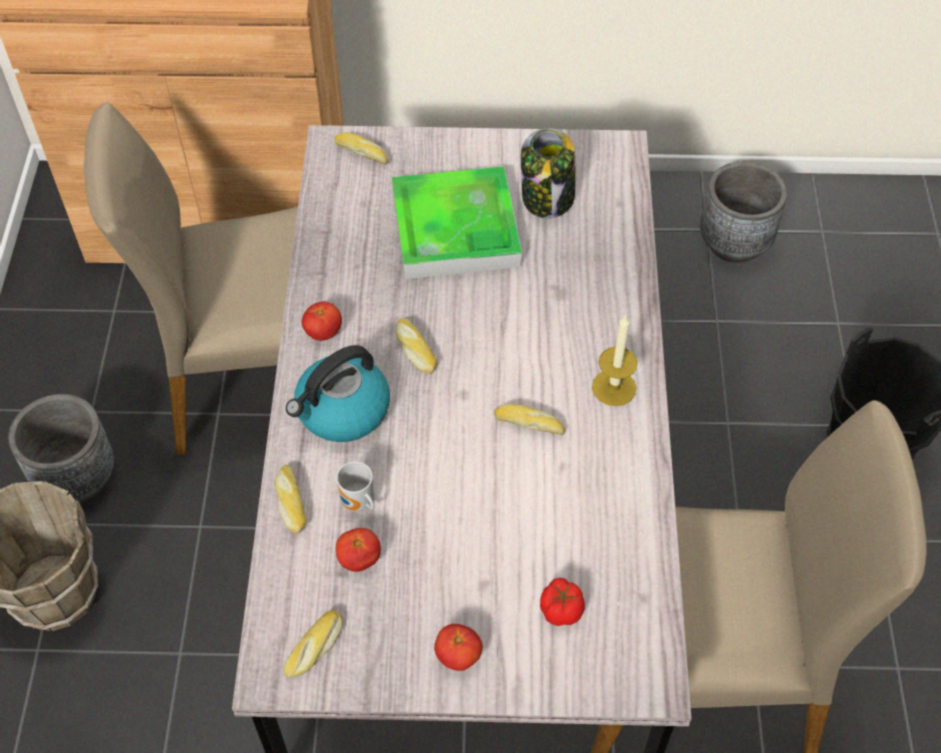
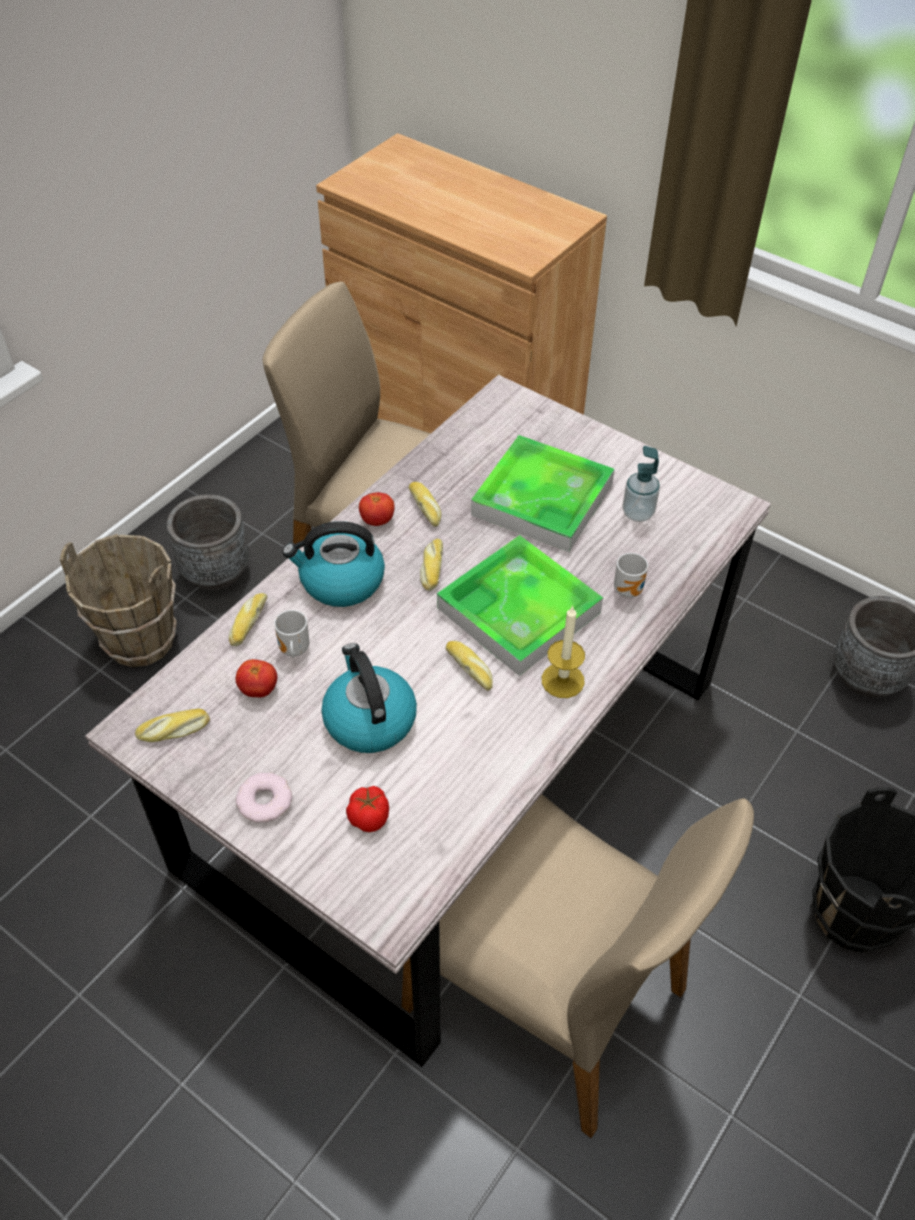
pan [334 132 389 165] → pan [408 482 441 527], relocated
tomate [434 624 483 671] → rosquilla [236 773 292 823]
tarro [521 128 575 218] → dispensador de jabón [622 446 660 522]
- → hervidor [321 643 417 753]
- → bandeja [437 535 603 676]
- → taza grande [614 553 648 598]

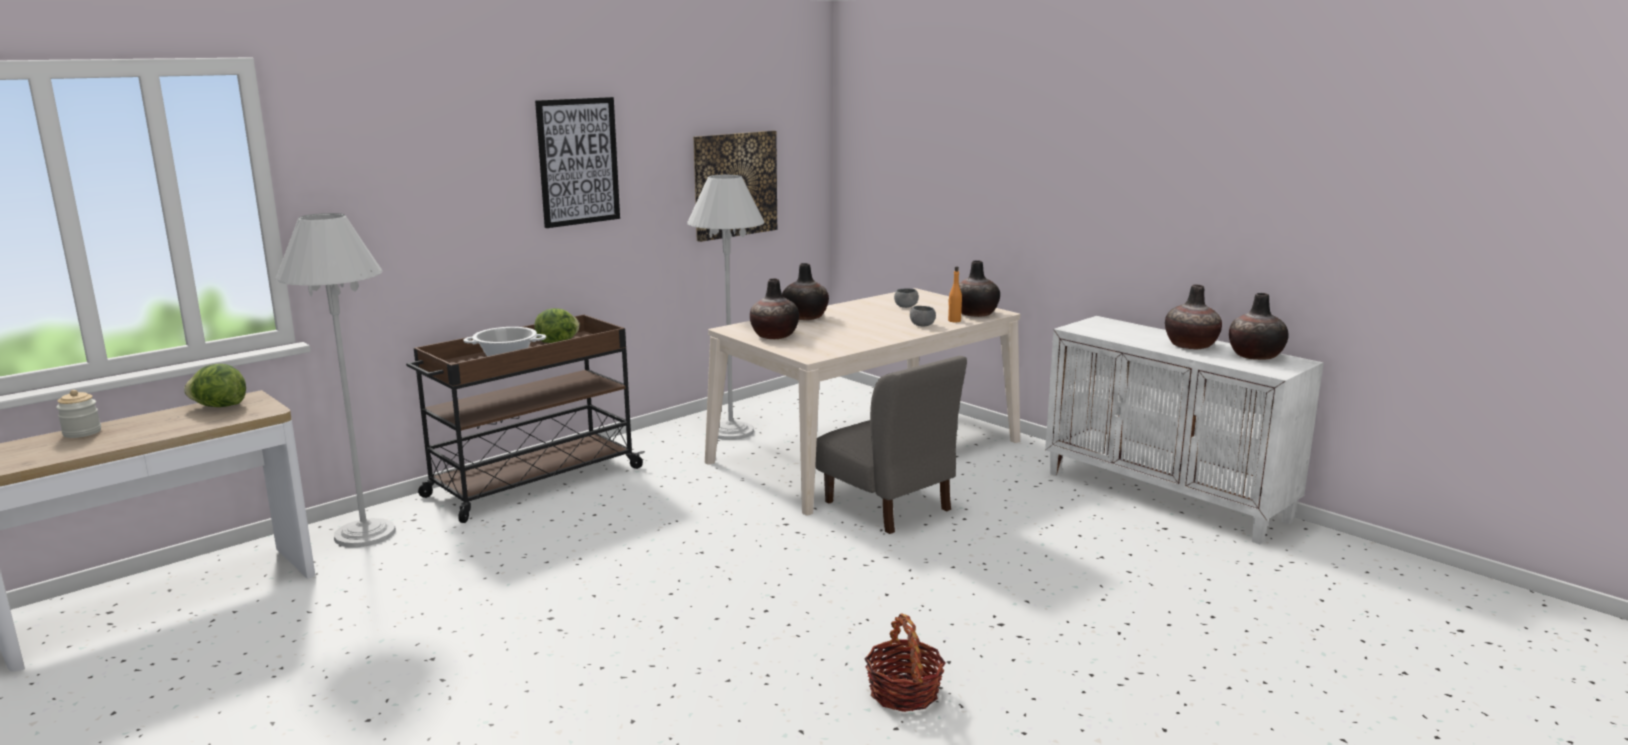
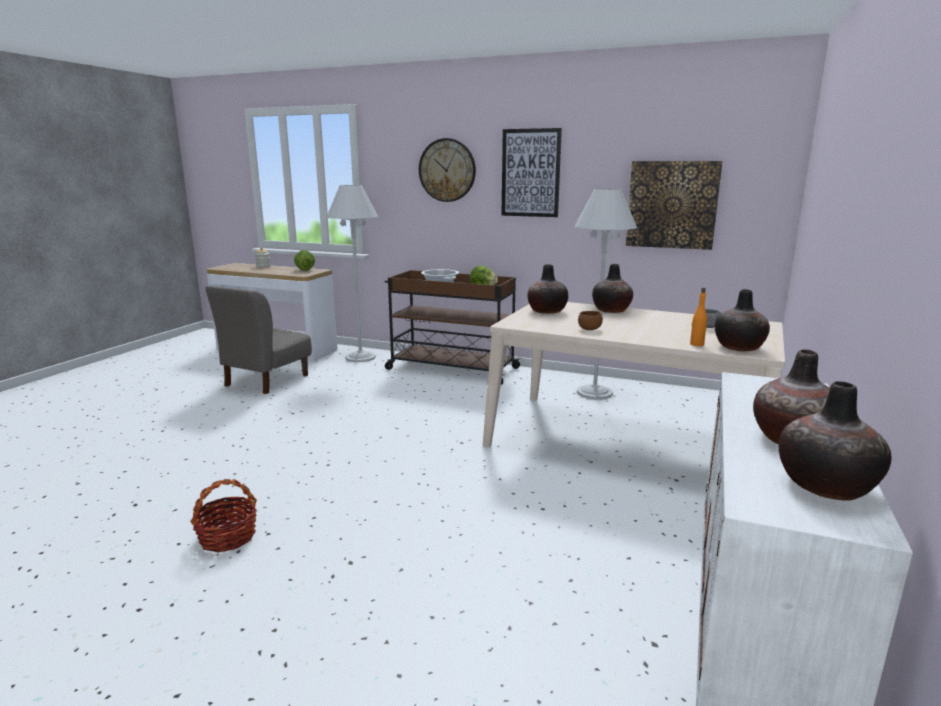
silla [gris] [815 356 967 534] → silla [gris] [205 286 312 394], relocated
cuenco [gris] [910 306 936 326] → -
- → reloj de pared [419 138 476 202]
- → cuenco [marrón] [578 311 603 330]

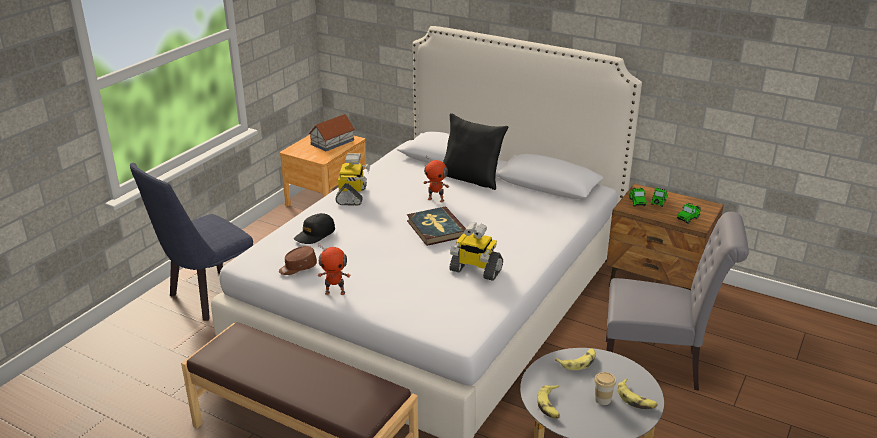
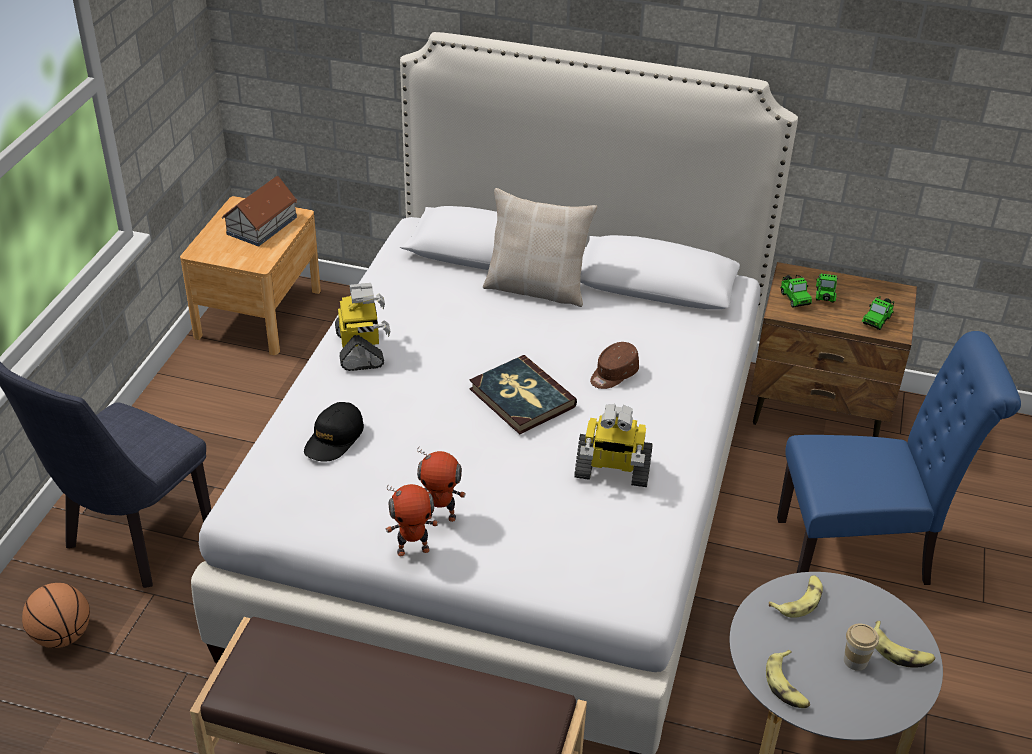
gorra [marrón] [279 246 317 275] → gorra [marrón] [590 342 639 389], relocated
robot de juguete [423 155 449 202] → robot de juguete [417 447 466 522], relocated
cojín [negro] [443 113 508 190] → cojín [beis] [483 188 597 307]
silla [gris] [606 212 749 391] → silla [azul] [777 331 1021 585]
- → balón de baloncesto [22 583 90 648]

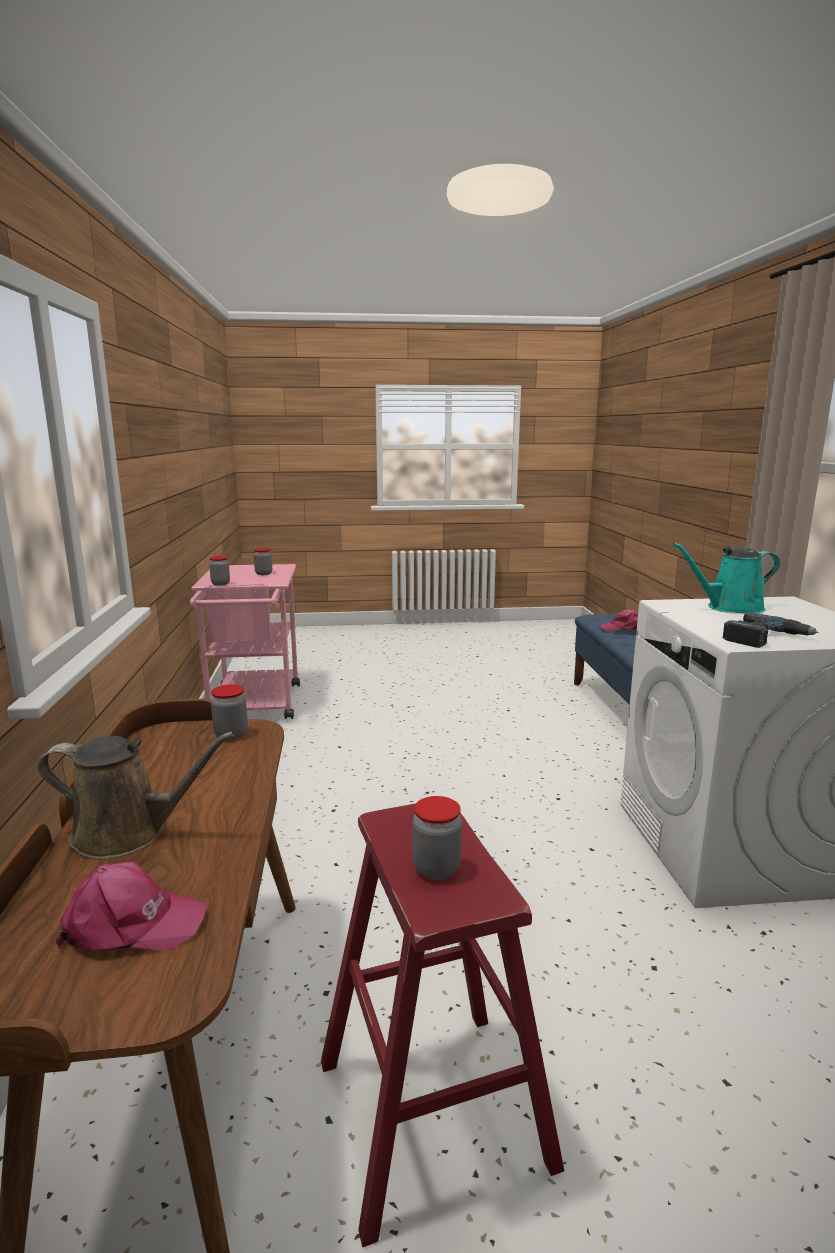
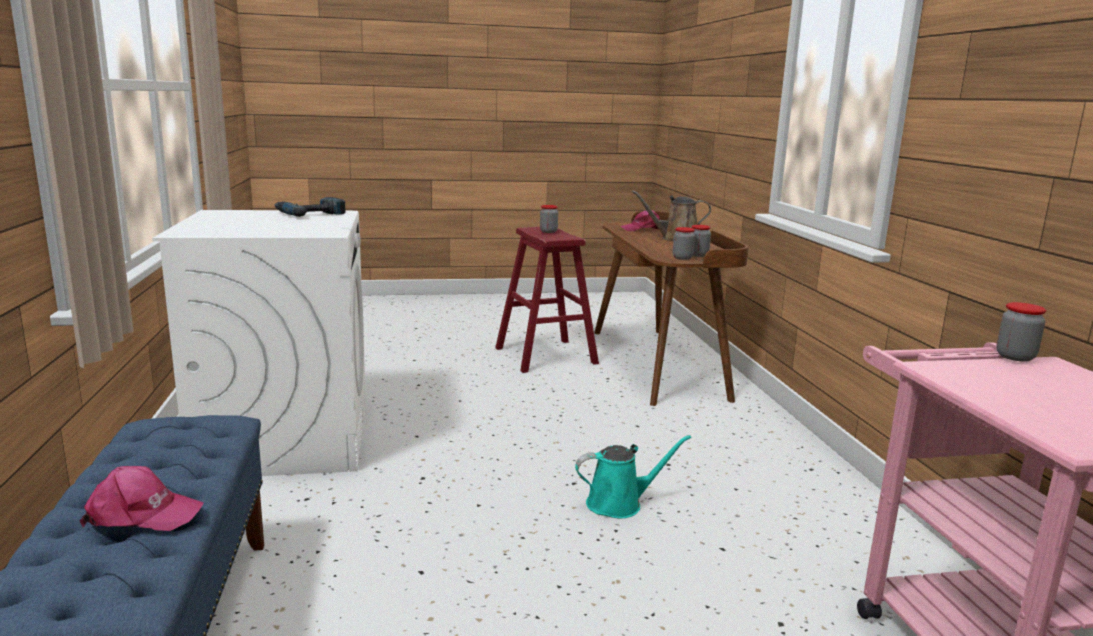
tarro [254 548 272 575] → tarro [692 225 711 257], relocated
regadera [turquesa] [673 543 780 613] → regadera [turquesa] [575 435 691 518], relocated

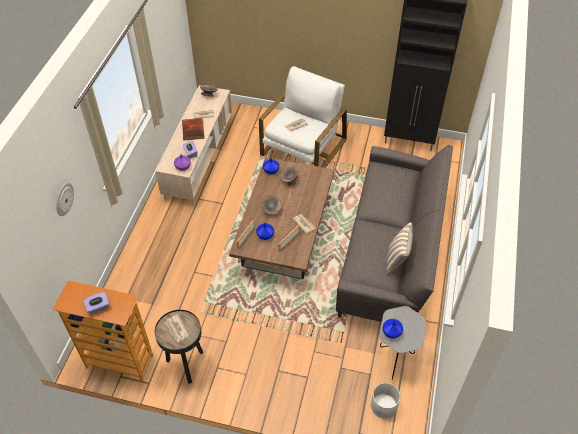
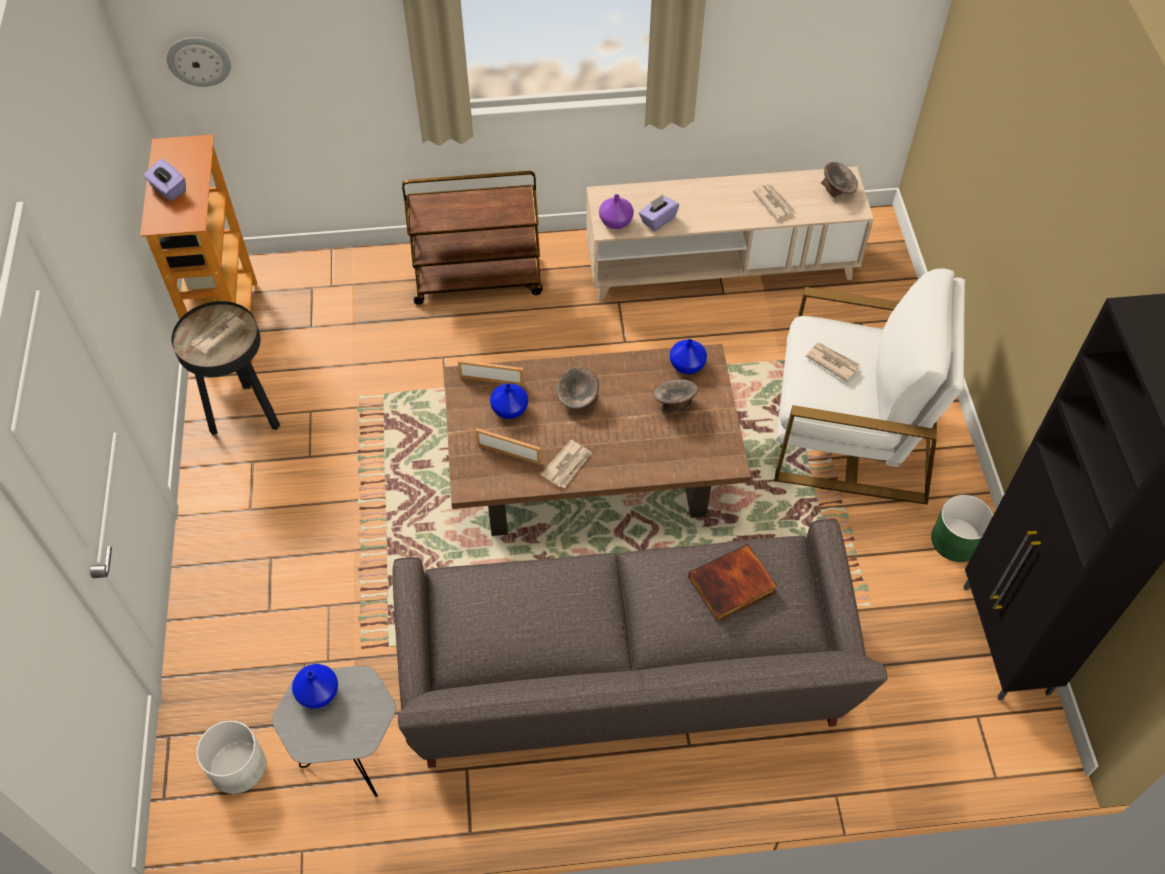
reloj de pared [56 182 74 216] → reloj de pared [167 37 231 87], relocated
libro [182 118 205 141] → libro [688 544 777 622], relocated
cojín [387 222 413 276] → -
- → carrito [marrón] [402 171 543 305]
- → maceta [verde] [931 495 993 562]

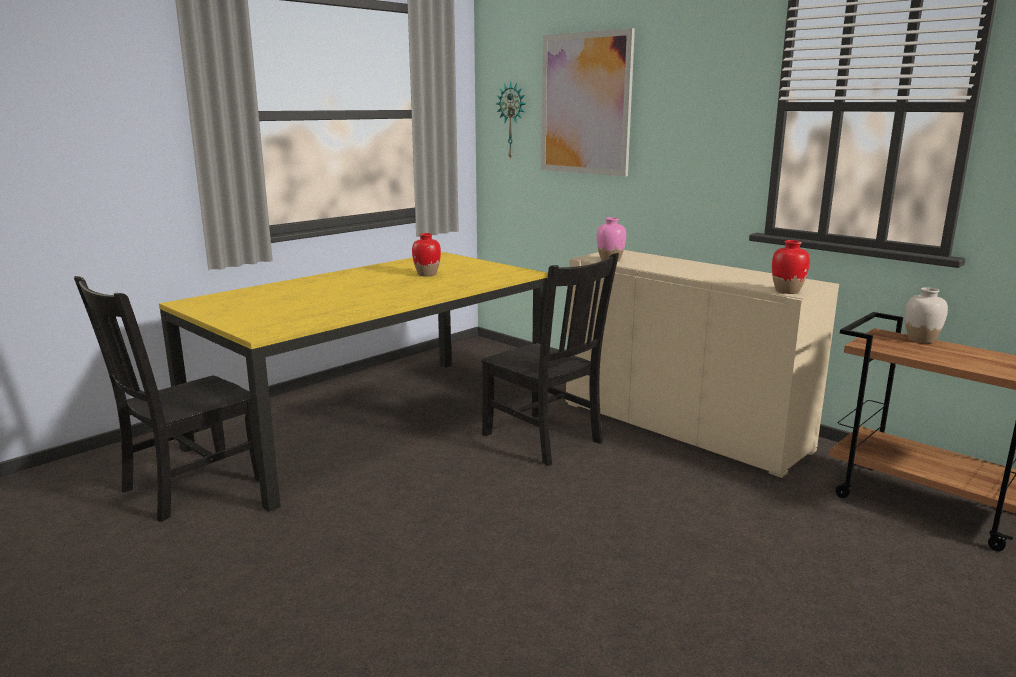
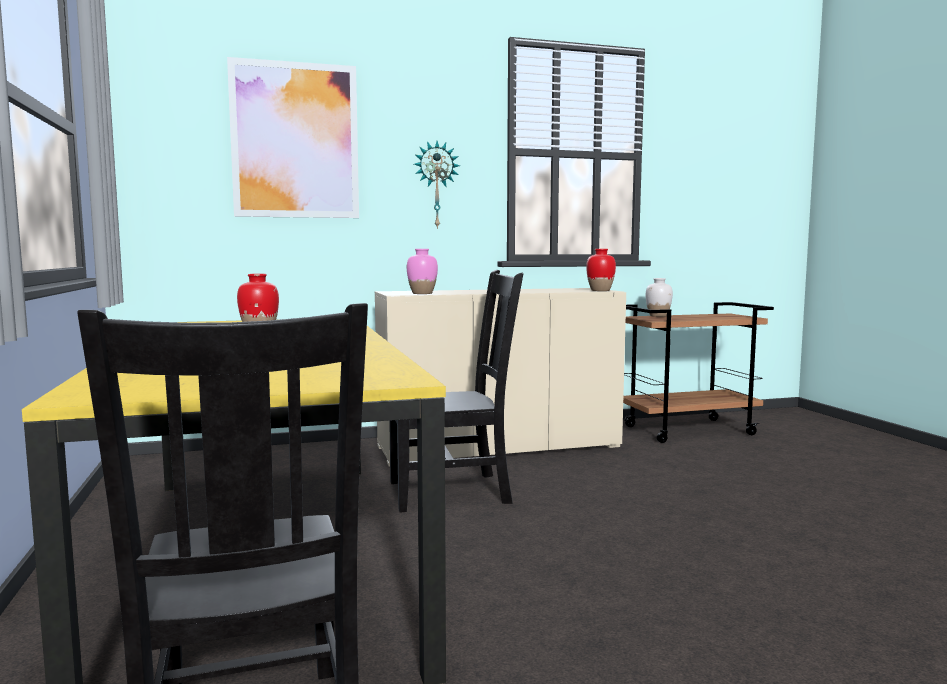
reloj de pared [496 82 526 160] → reloj de pared [414 141 460 229], relocated

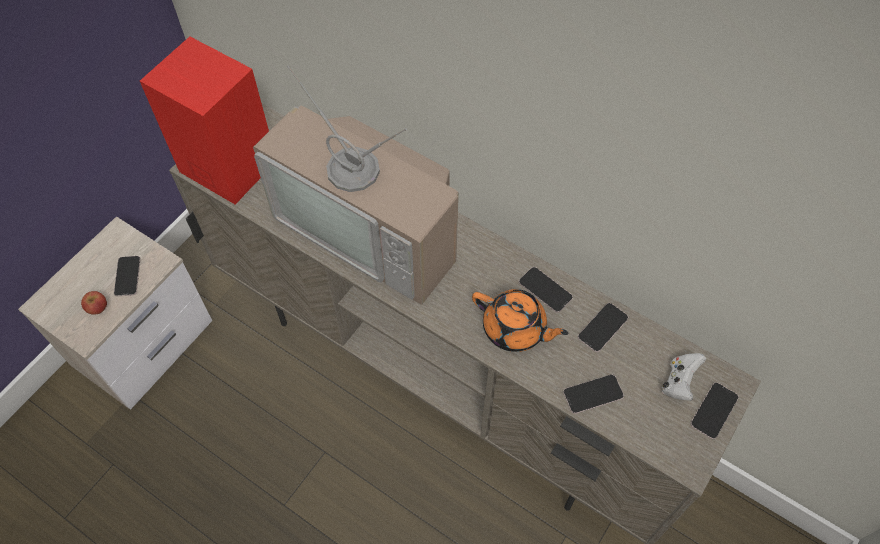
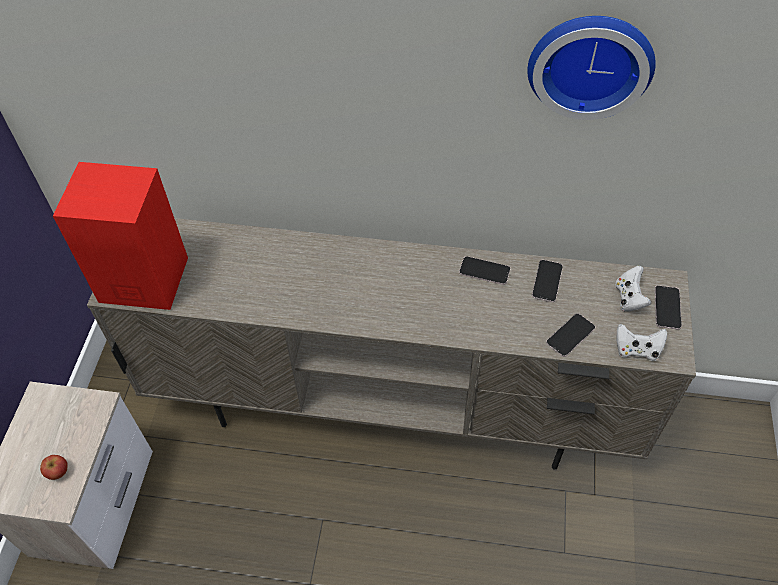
móvil [114 256 141 297] → -
televisor [253 65 459 305] → -
tetera [naranja] [472 289 569 352] → -
- → reloj de pared [527 16 656 120]
- → mando de consola [blanco] [617 323 667 361]

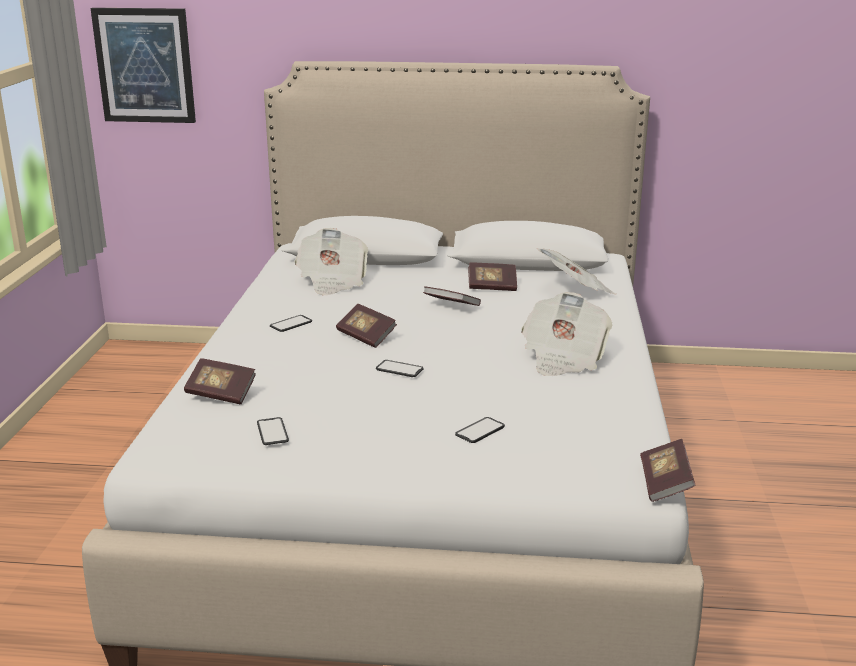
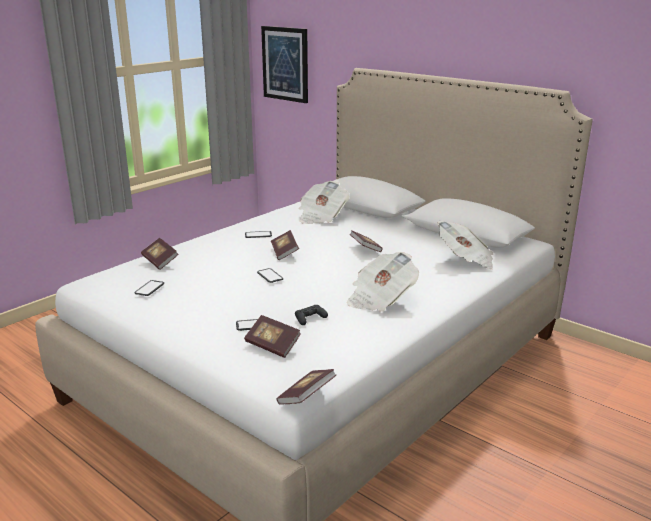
libro [468 263 517 291] → libro [244 315 301 358], relocated
- → mando de consola [negro] [295 305 328 325]

